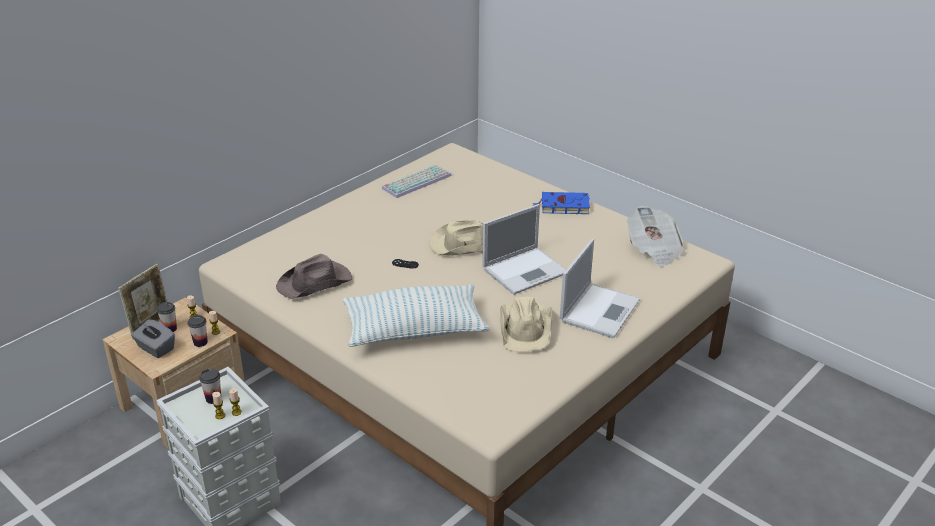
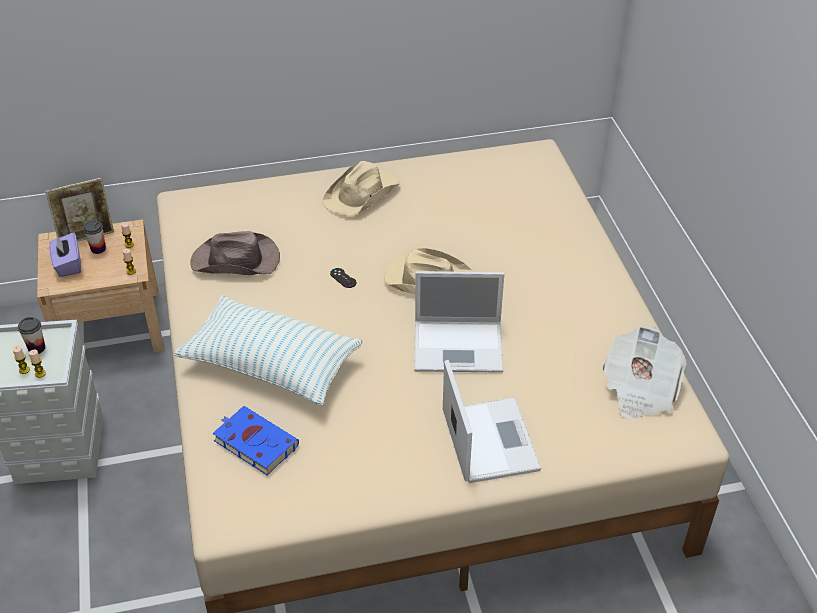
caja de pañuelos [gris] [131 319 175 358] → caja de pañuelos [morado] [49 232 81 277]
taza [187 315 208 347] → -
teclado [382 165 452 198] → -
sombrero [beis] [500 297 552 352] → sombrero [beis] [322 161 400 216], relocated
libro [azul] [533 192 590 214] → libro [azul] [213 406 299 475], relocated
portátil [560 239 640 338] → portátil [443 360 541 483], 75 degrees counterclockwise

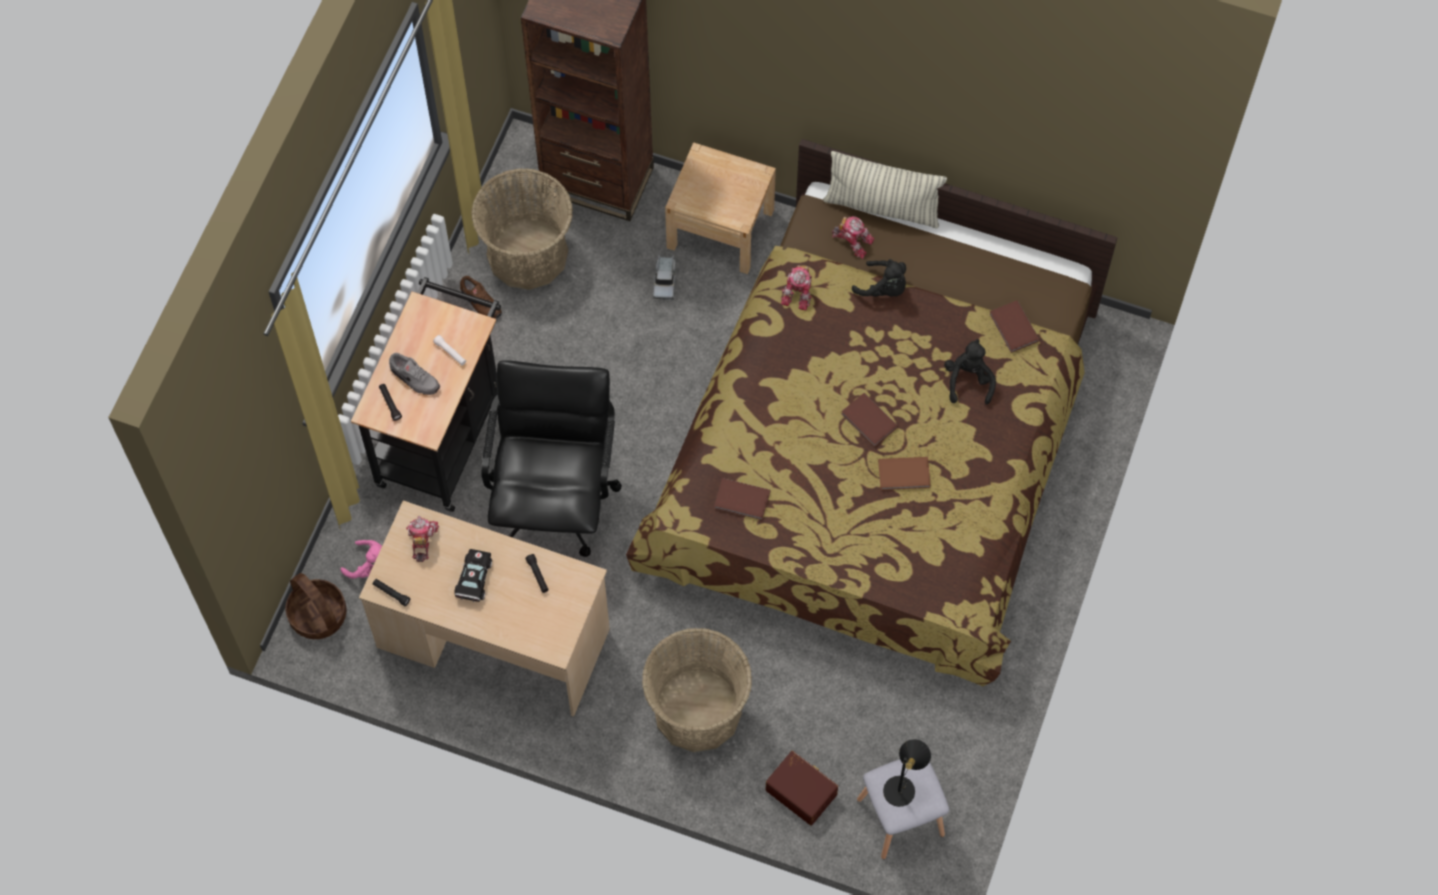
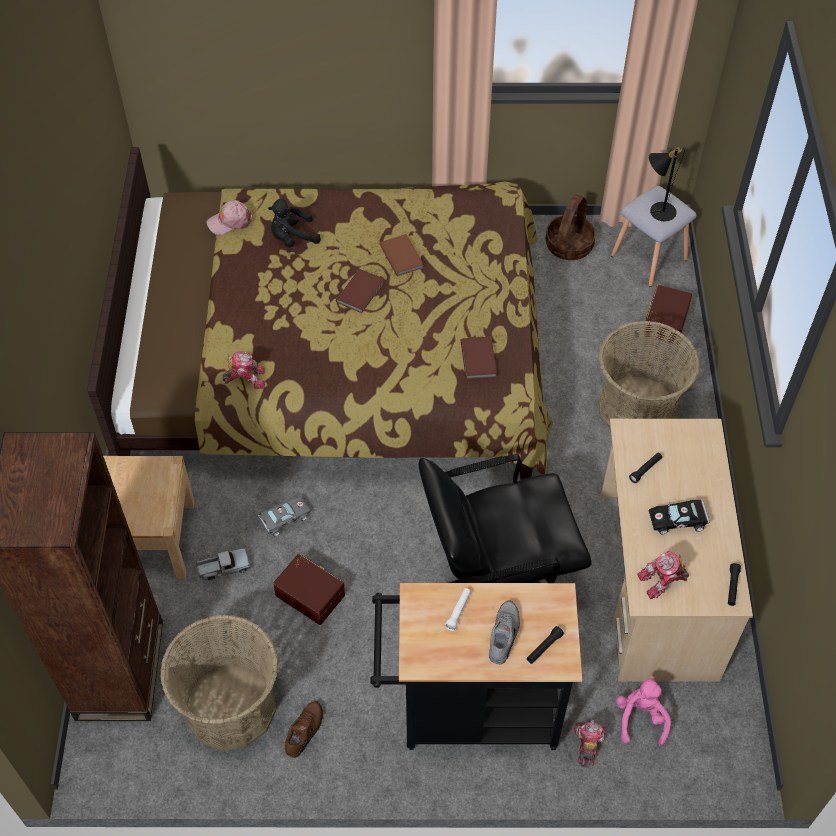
cesta [285 573 346 639] → cesta [546 194 596 260], relocated
cojín [823 151 947 229] → -
robot de juguete [832 216 875 259] → robot de juguete [573 719 607 768], relocated
peluche [negro] [852 259 906 297] → -
libro [marrón] [990 300 1040 353] → gorra [rosa] [207 200 253 235]
- → coche de juguete [gris] [257 496 311 537]
- → caja de almacenaje [marrón] [273 554 345 625]

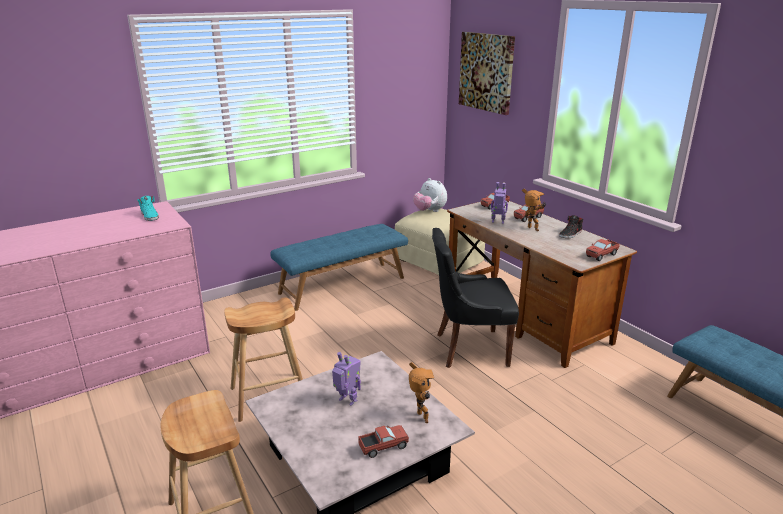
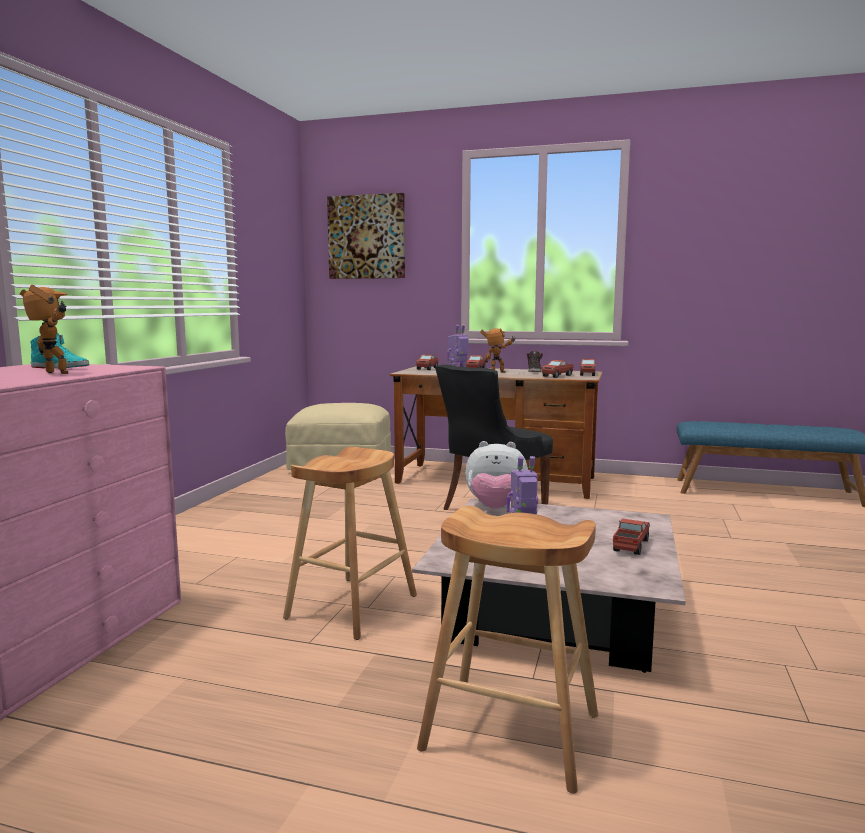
banco [azul] [270 224 408 311] → -
robot de juguete [409 362 434 423] → robot de juguete [20 285 68 374], relocated
peluche [413 178 447 212] → peluche [465 441 528 509], relocated
- → camión de juguete [542 360 574 378]

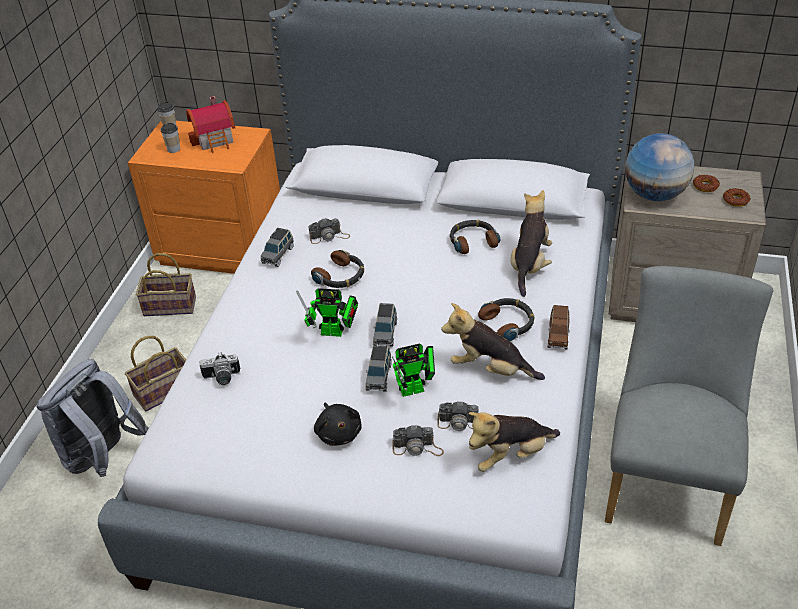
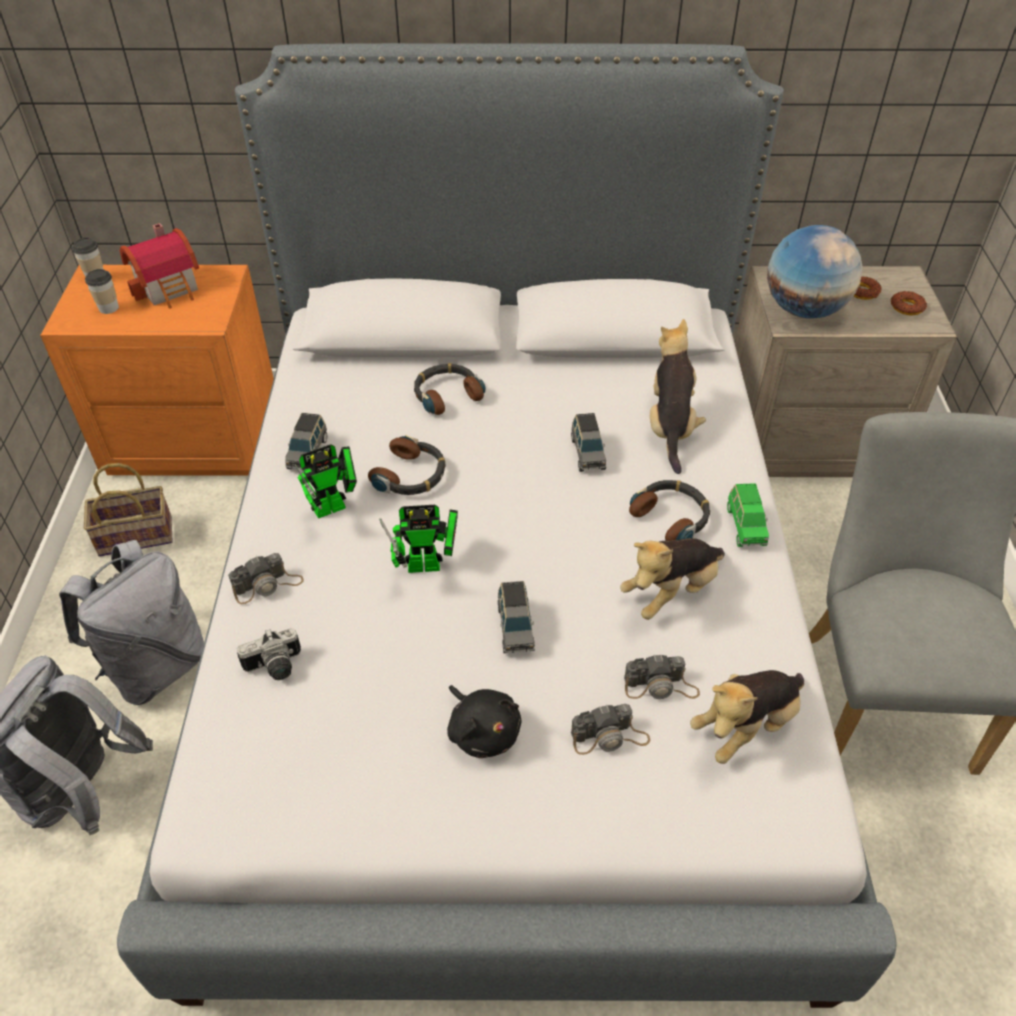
cesta [125 336 186 412] → mochila [gris] [59 540 204 705]
cámara [308 218 350 244] → cámara [228 553 304 604], relocated
coche de juguete [gris] [373 303 397 347] → coche de juguete [gris] [571 413 606 472], relocated
robot de juguete [392 344 435 397] → robot de juguete [294 445 357 519], relocated
peluche [441 303 545 380] → peluche [620 538 725 620], 45 degrees counterclockwise
auriculares [450 220 500 254] → auriculares [414 363 486 415], relocated
coche de juguete [marrón] [548 305 570 350] → coche de juguete [verde] [727 483 769 547]

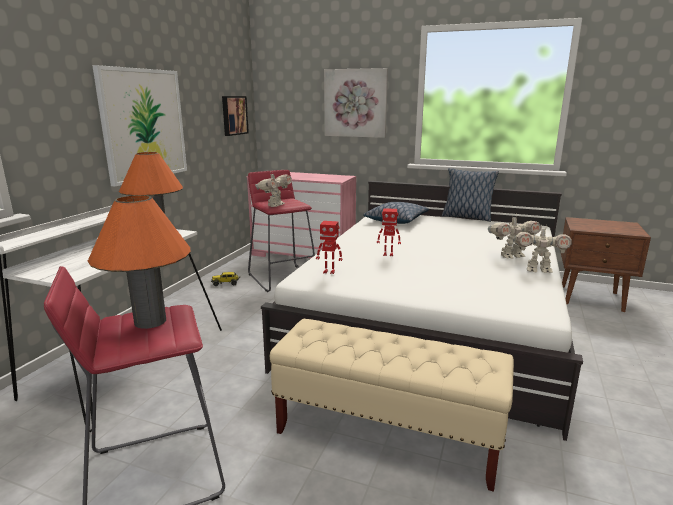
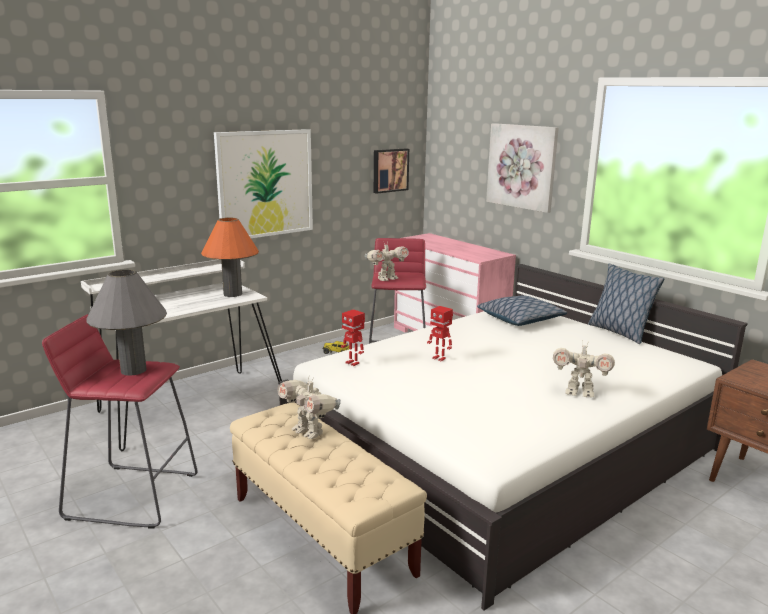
lámpara de mesa [naranja] [88 195 190 329] → lámpara de mesa [gris] [87 270 167 376]
robot de juguete [515 224 572 273] → robot de juguete [277 377 341 439], relocated

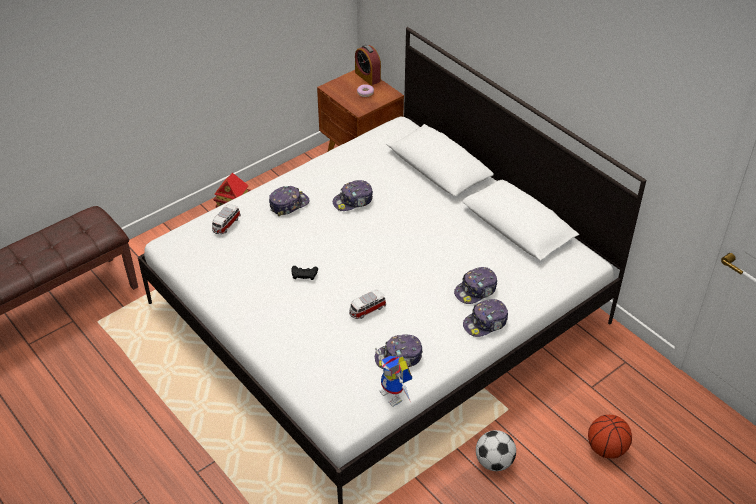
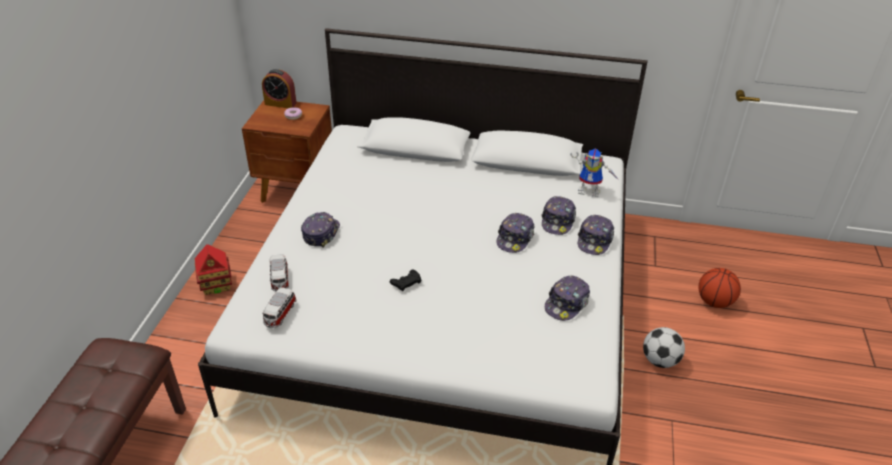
gorra [333 180 373 211] → gorra [496 213 535 253], relocated
coche de juguete [349 290 386 319] → coche de juguete [263 287 297 328], relocated
robot de juguete [375 347 412 407] → robot de juguete [570 149 619 197], relocated

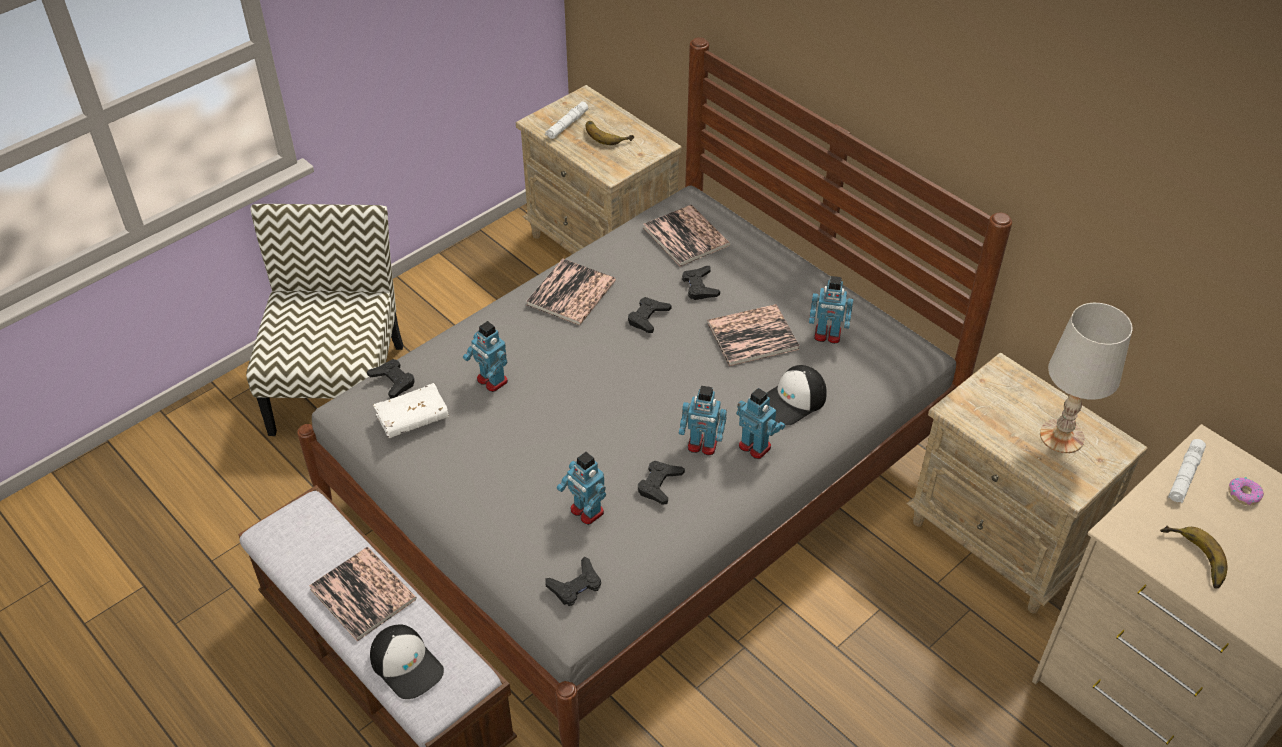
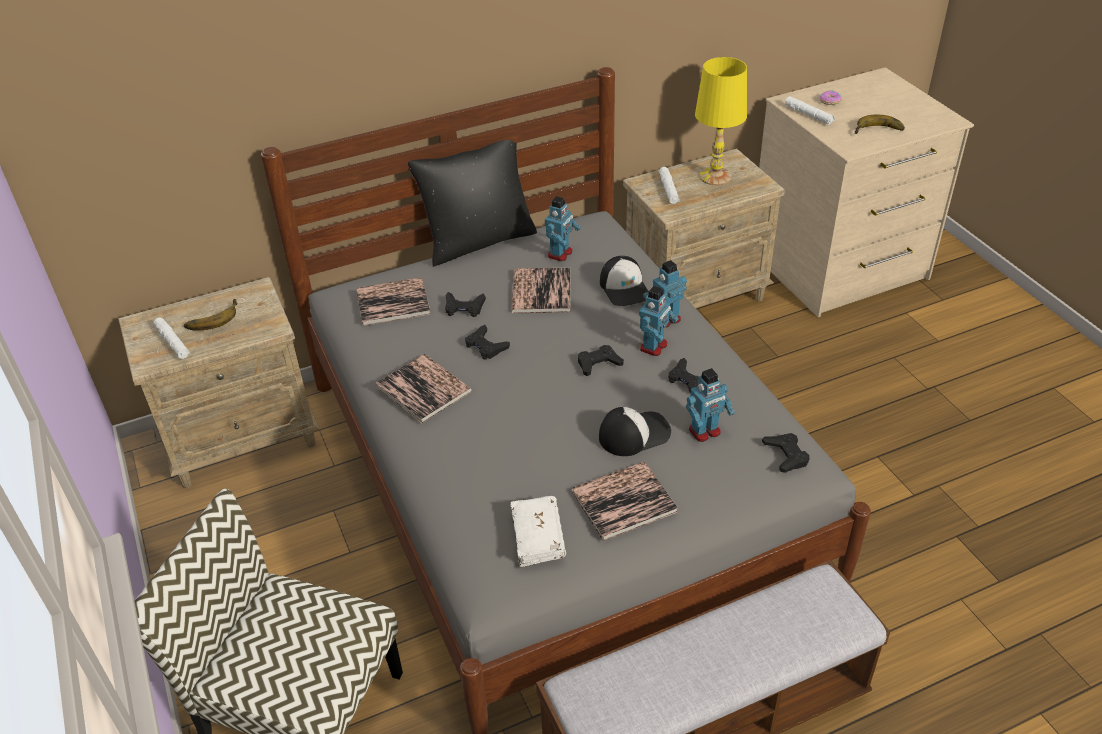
libro [309 547 417 642] → libro [571 462 678 541], relocated
mando de consola [negro] [367 359 415 398] → mando de consola [negro] [578 345 624 376], relocated
gorra [370 624 444 699] → gorra [599 407 671 456], relocated
robot de juguete [463 321 508 392] → -
lámpara de mesa [blanco] [1040 303 1132 453] → lámpara de mesa [amarillo] [695 57 747 186]
- → cojín [negro] [408 140 537 267]
- → linterna [blanco] [659 167 680 204]

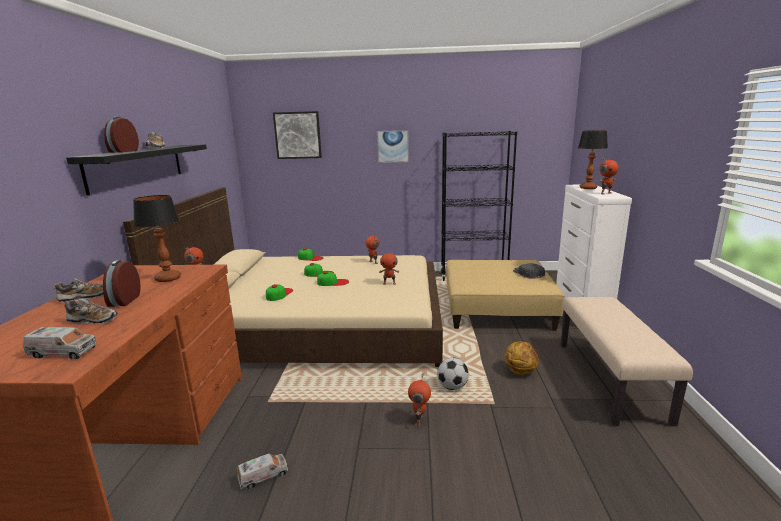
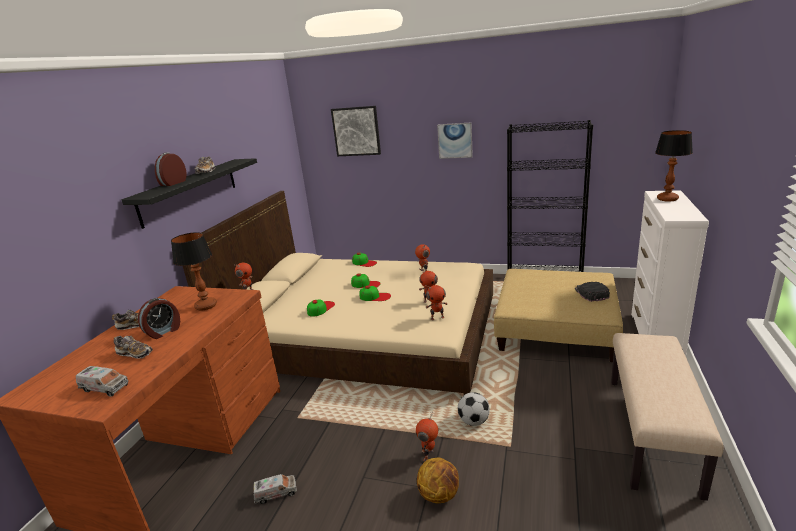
despertador [103 260 141 307] → despertador [138 298 180 339], 150 degrees counterclockwise
balón de baloncesto [505 341 539 375] → balón de baloncesto [417 458 459 504], relocated
robot de juguete [599 157 619 195] → robot de juguete [425 284 448 320], relocated

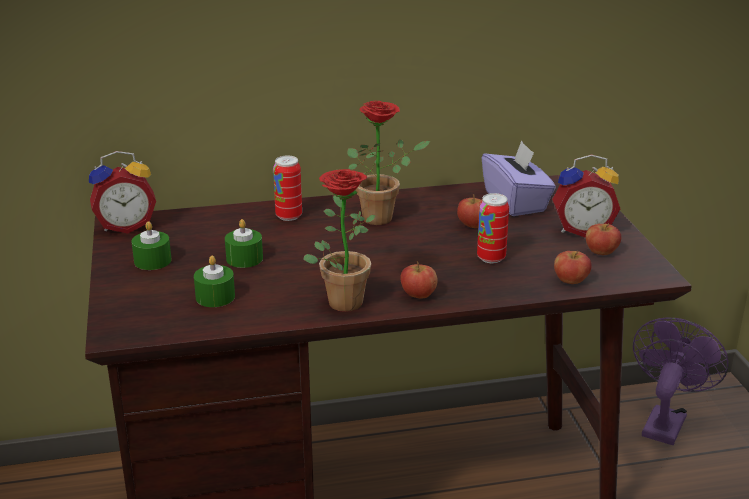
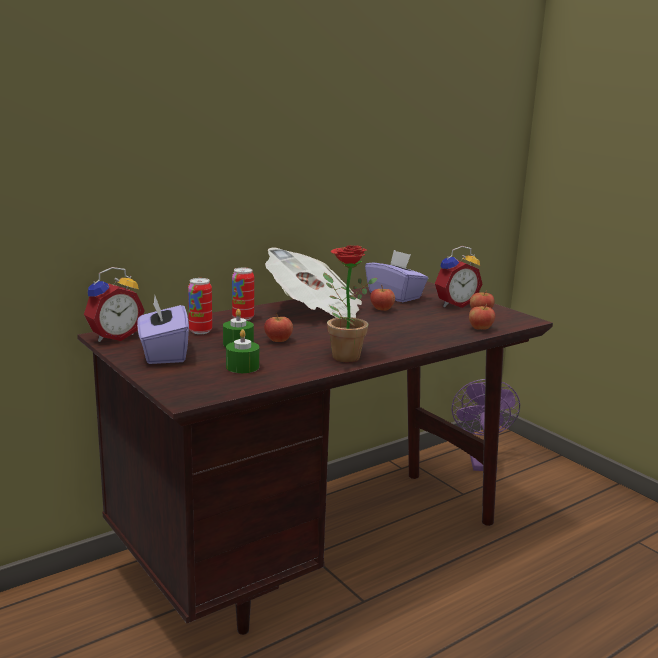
vela [verde] [131 221 171 270] → caja de pañuelos [morado] [137 294 189 364]
planta en maceta [347 101 430 225] → periódico [265 248 362 318]
manzana [401 261 438 298] → manzana [264 313 293 342], relocated
lata [477 193 509 263] → lata [188 278 212 334], relocated

